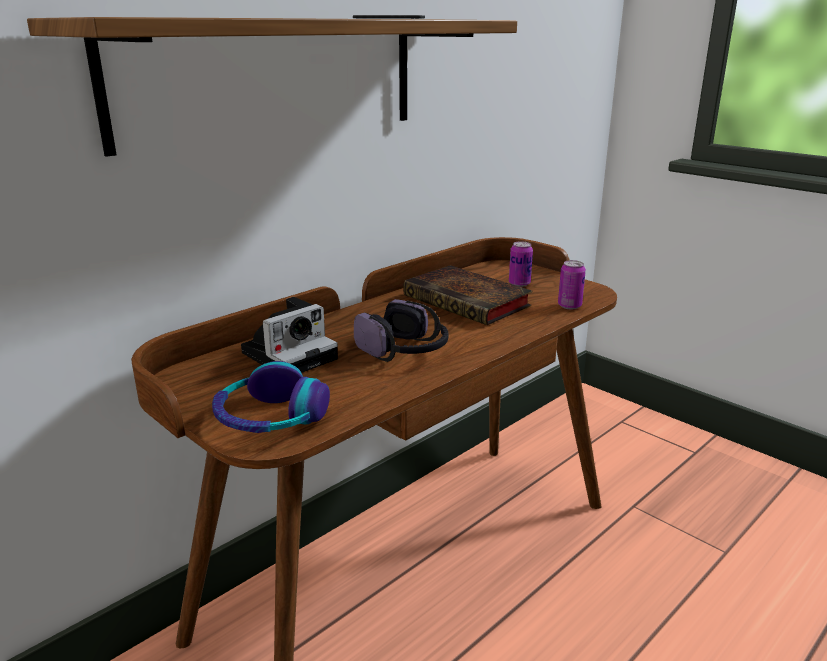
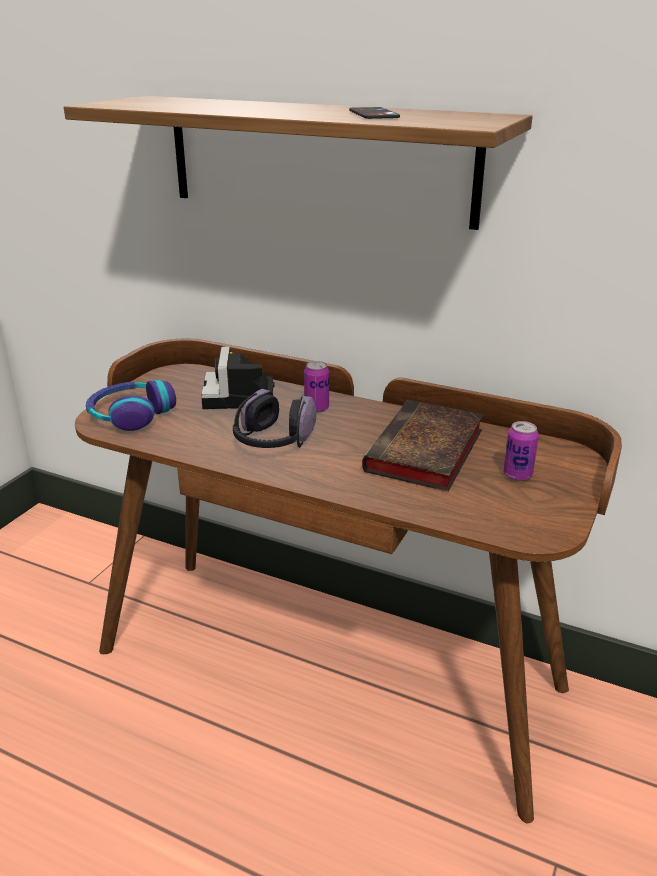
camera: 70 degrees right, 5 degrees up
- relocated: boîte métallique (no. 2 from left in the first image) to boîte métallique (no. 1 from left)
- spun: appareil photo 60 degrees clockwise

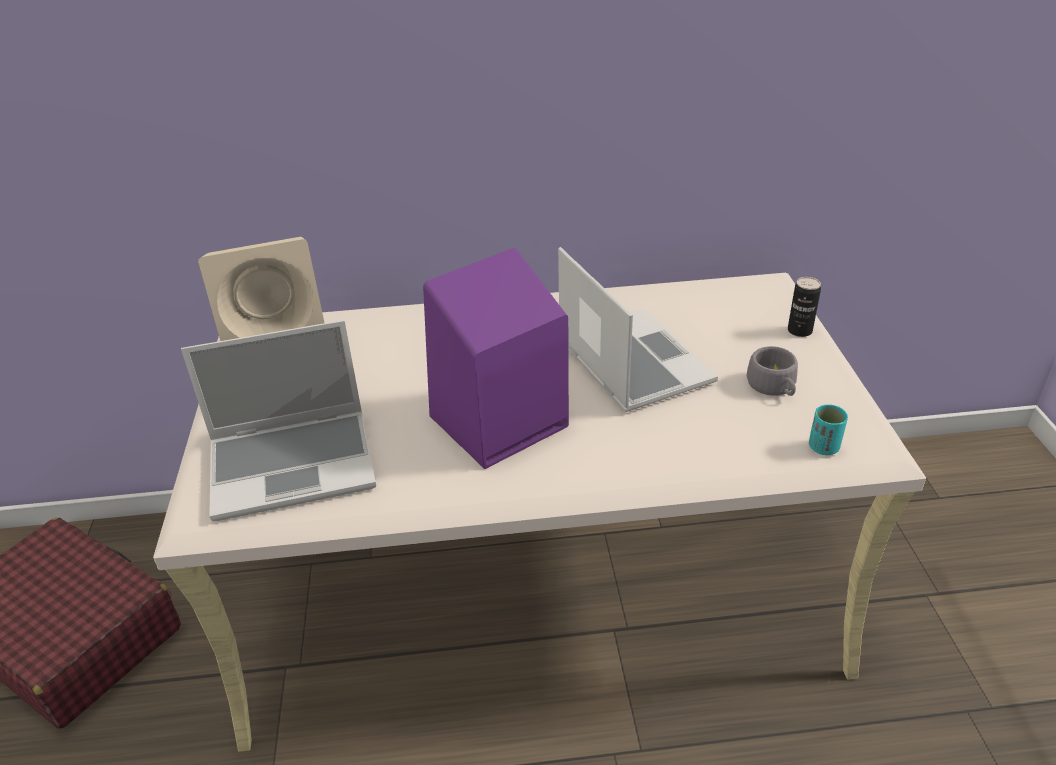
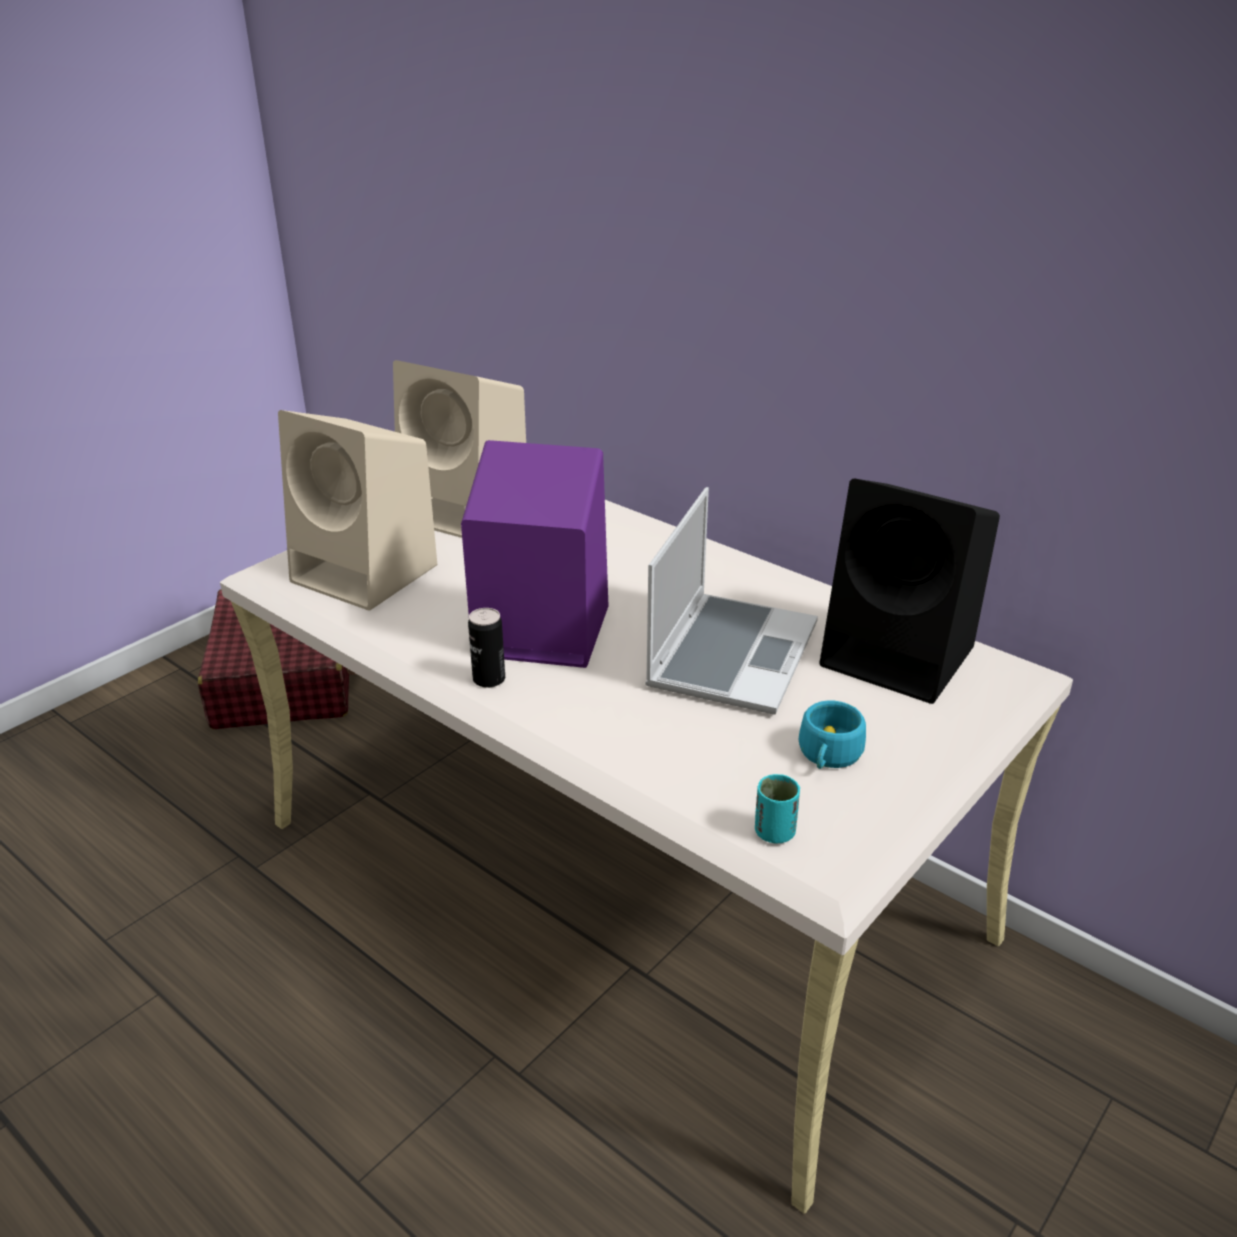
camera: 45 degrees right, 5 degrees down
- appeared: enceinte [noir]
- relocated: boîte métallique
- exchanged: ordinateur portable (no. 1 from left) to enceinte [beige] (no. 1 from left)
- colour: tasse [gris] to tasse [turquoise] (no. 2 from left)

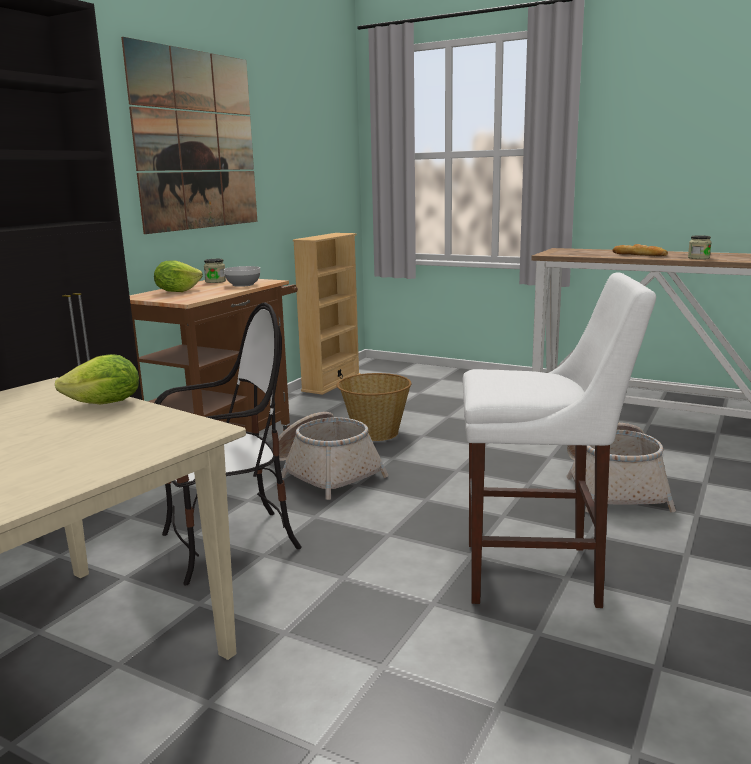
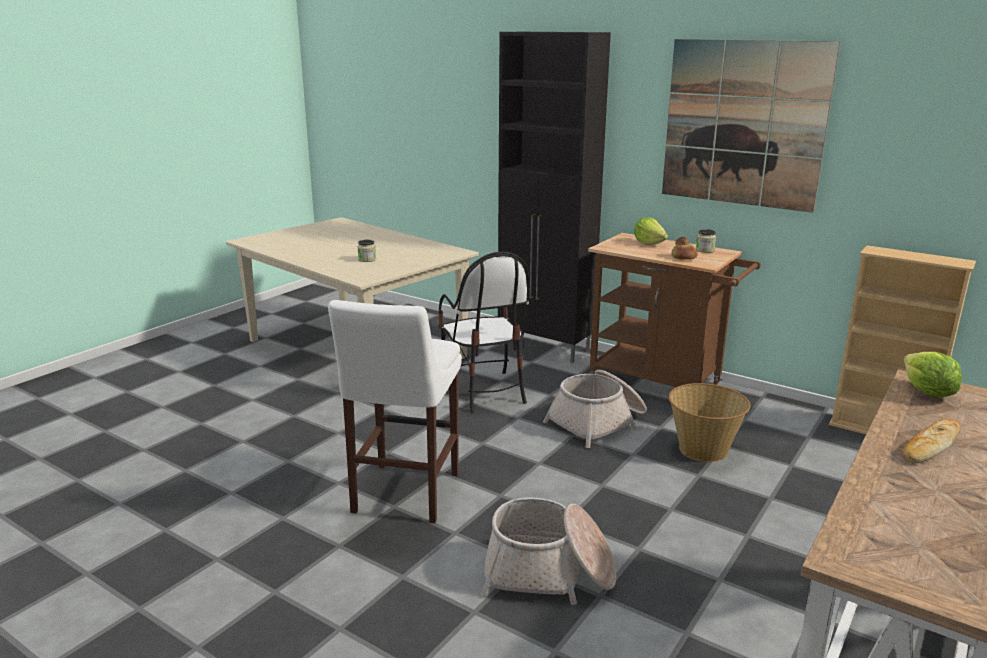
camera: 95 degrees right, 5 degrees up
- relocated: laitue (no. 1 from left in the first image) to laitue (no. 2 from left)
- relocated: bocal (no. 2 from left in the first image) to bocal (no. 1 from left)
- exchanged: bol to pain (no. 1 from left)

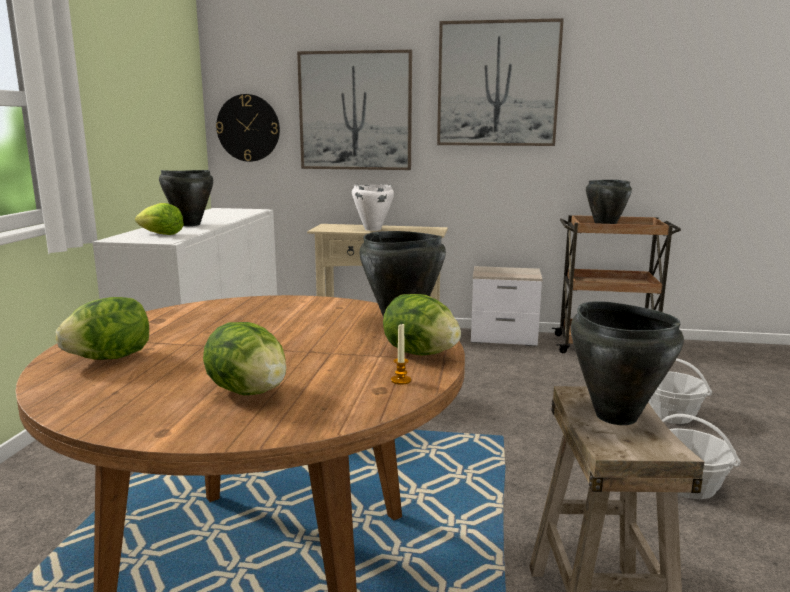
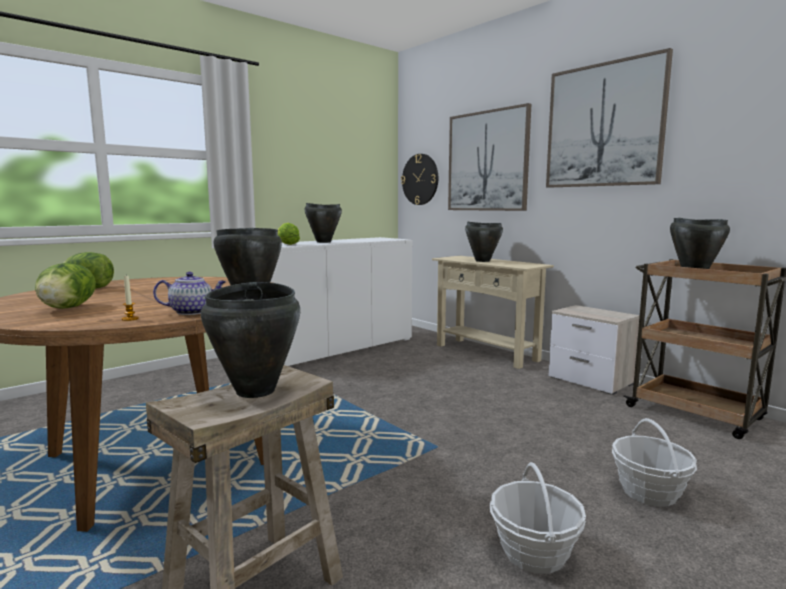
camera: 40 degrees right, 5 degrees down
- exchanged: laitue (no. 4 from left) to théière
- colour: marmite [blanc] to marmite [noir] (no. 4 from left)

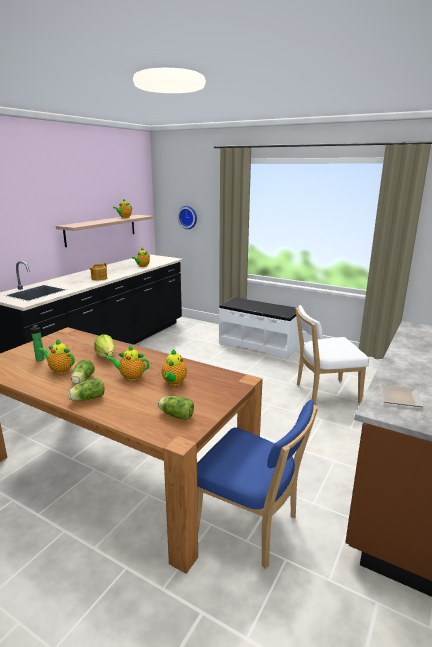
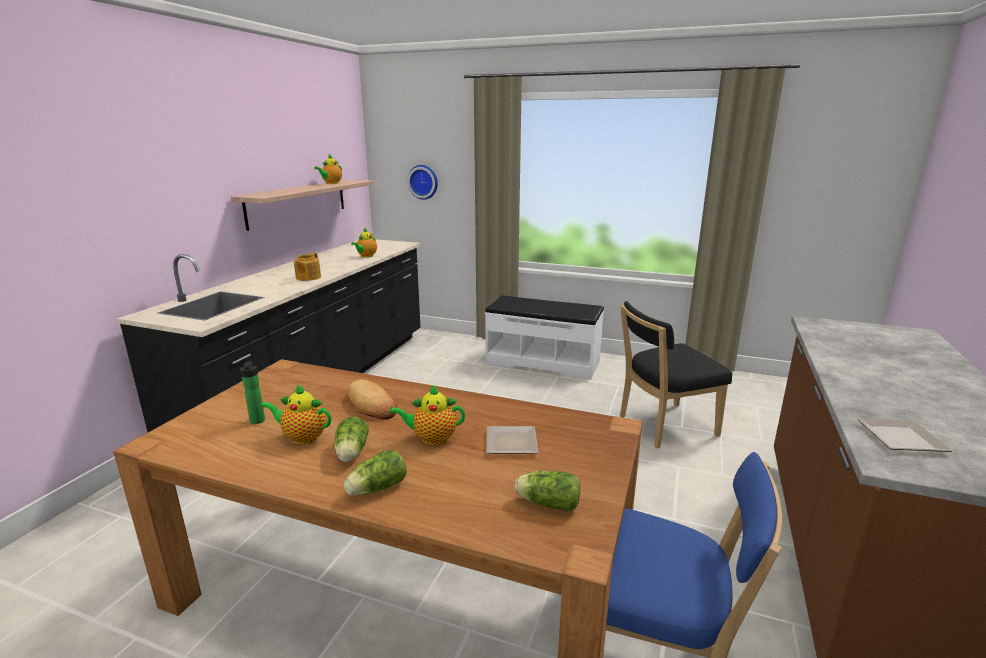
camera: 10 degrees left, 0 degrees up
- exchanged: laitue (no. 3 from left) to pain
- exchanged: théière (no. 6 from left) to assiette (no. 1 from left)
- colour: chaise [blanc] to chaise [noir]

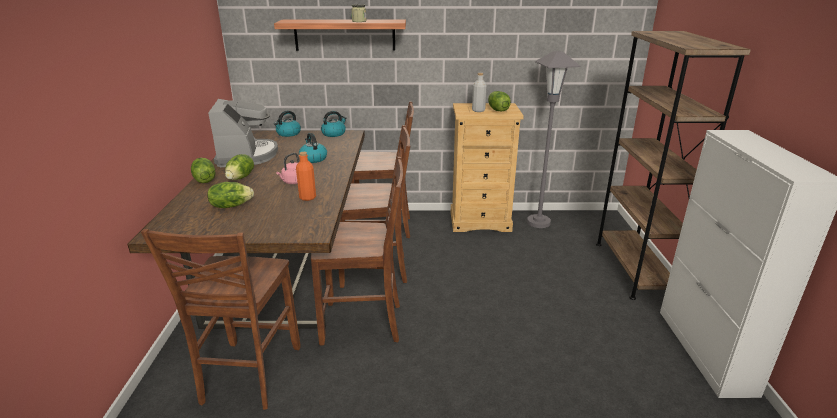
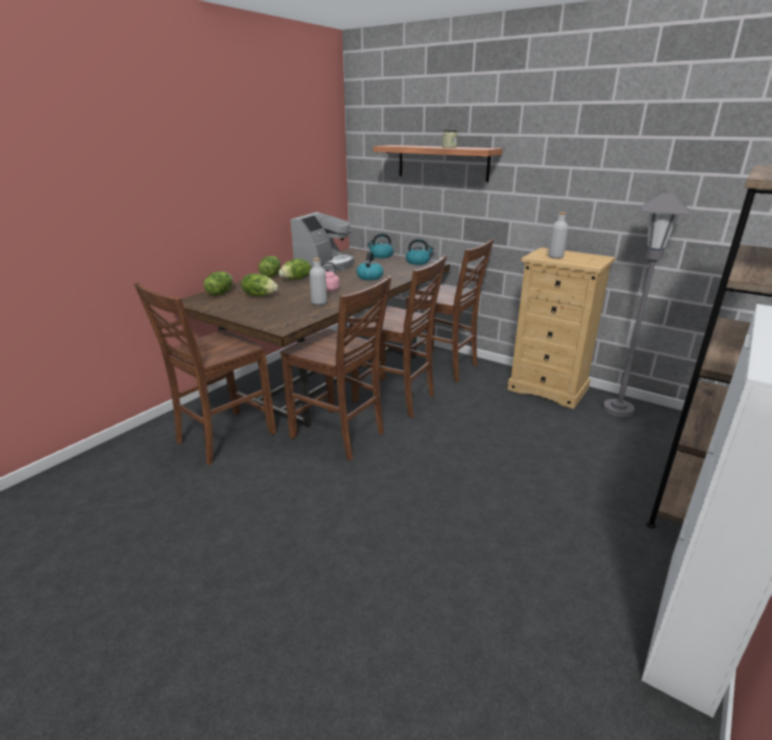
camera: 35 degrees right, 0 degrees up
- relocated: laitue (no. 4 from left in the first image) to laitue (no. 1 from left)
- colour: bouteille [orange] to bouteille [gris] (no. 1 from left)

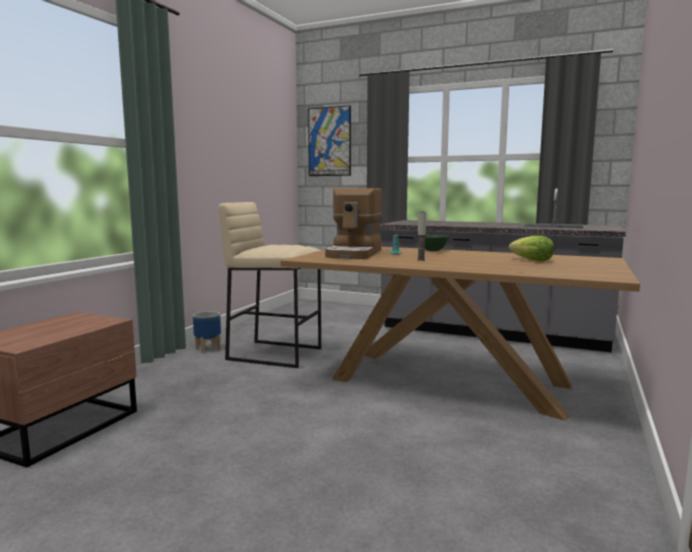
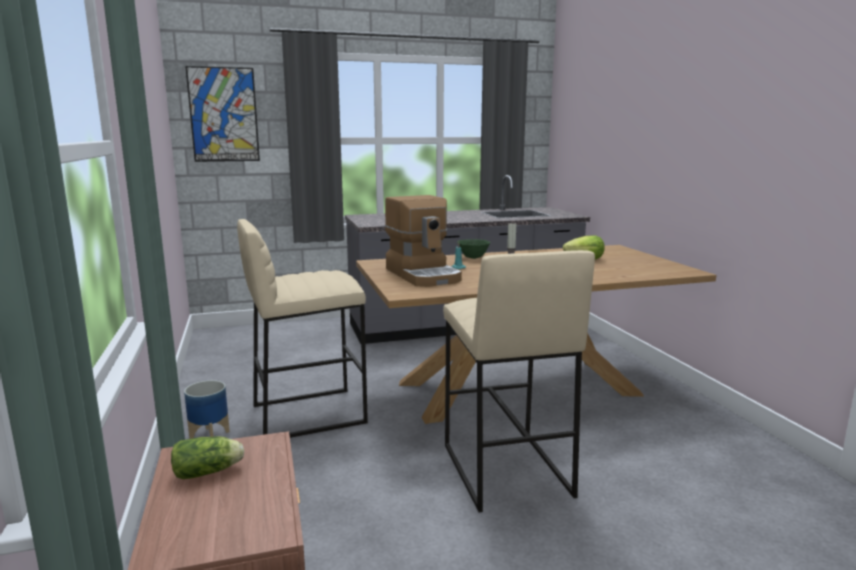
camera: 40 degrees left, 5 degrees up
- appeared: laitue (no. 1 from left)
- appeared: tabouret [beige] (no. 2 from left)

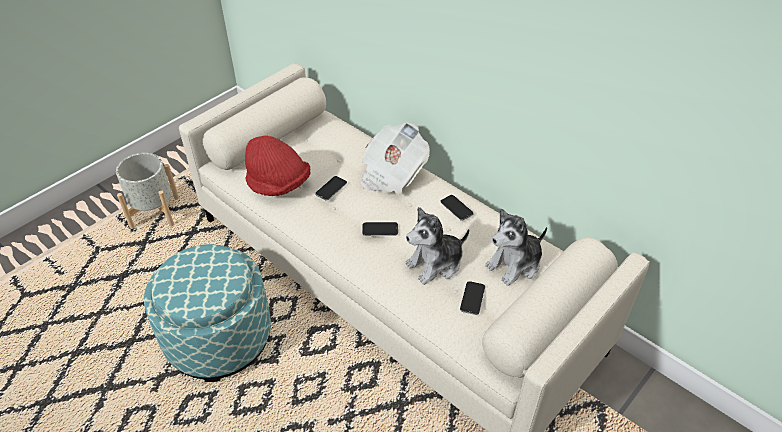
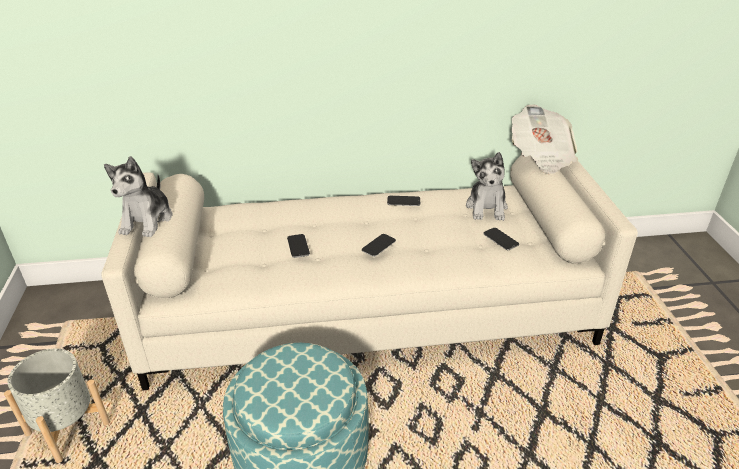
camera: 50 degrees left, 10 degrees down
- missing: chapeau [rouge]
- relocated: journal
- relocated: peluche (no. 1 from left)

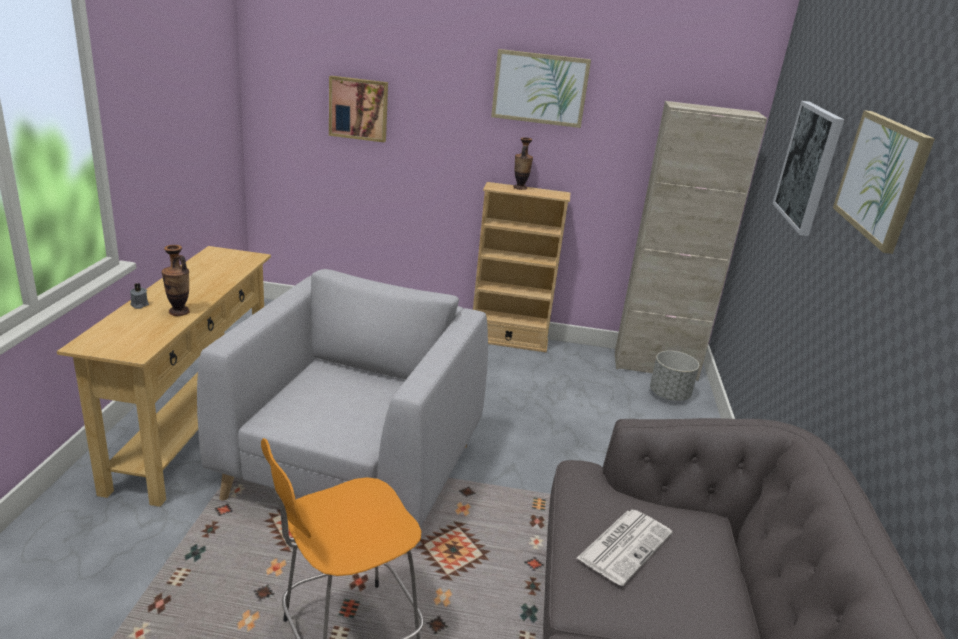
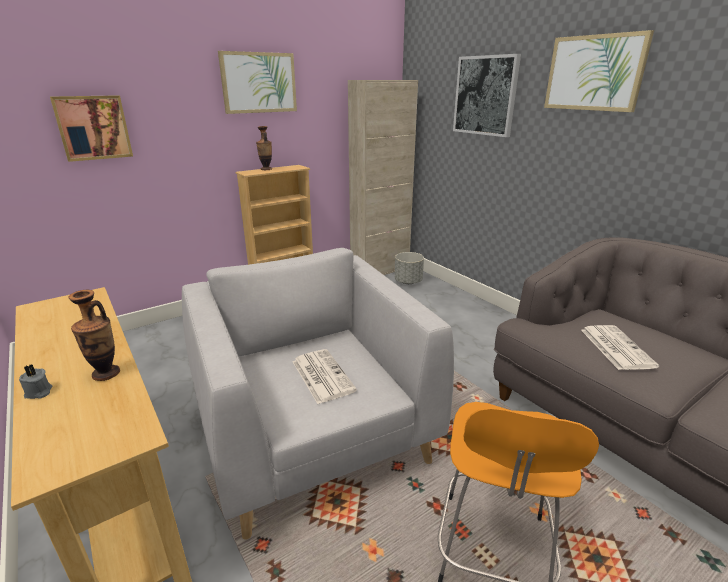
camera: 40 degrees left, 0 degrees up
- appeared: journal (no. 1 from left)

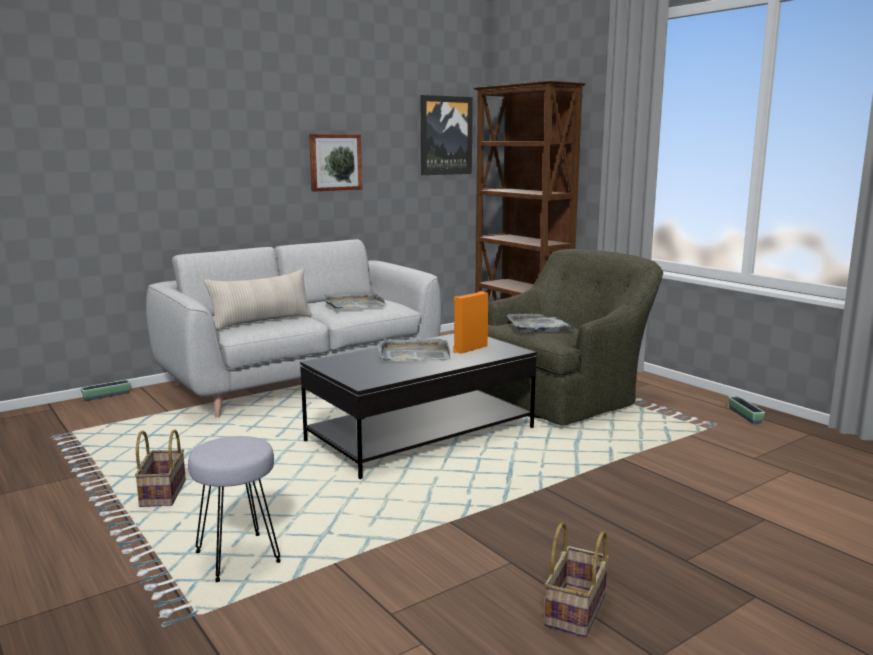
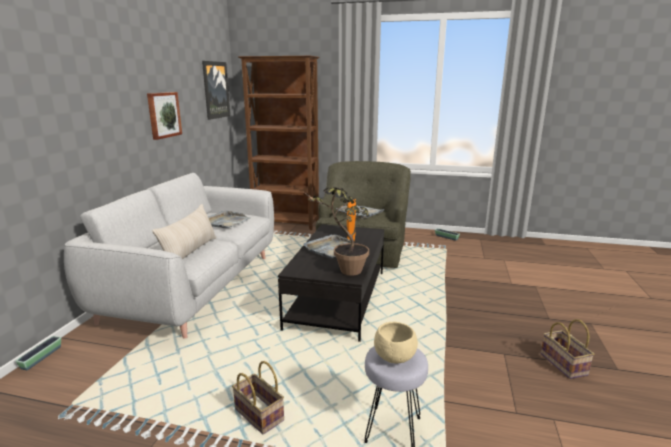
camera: 40 degrees left, 5 degrees up
- appeared: plante en pot
- appeared: bol [beige]

